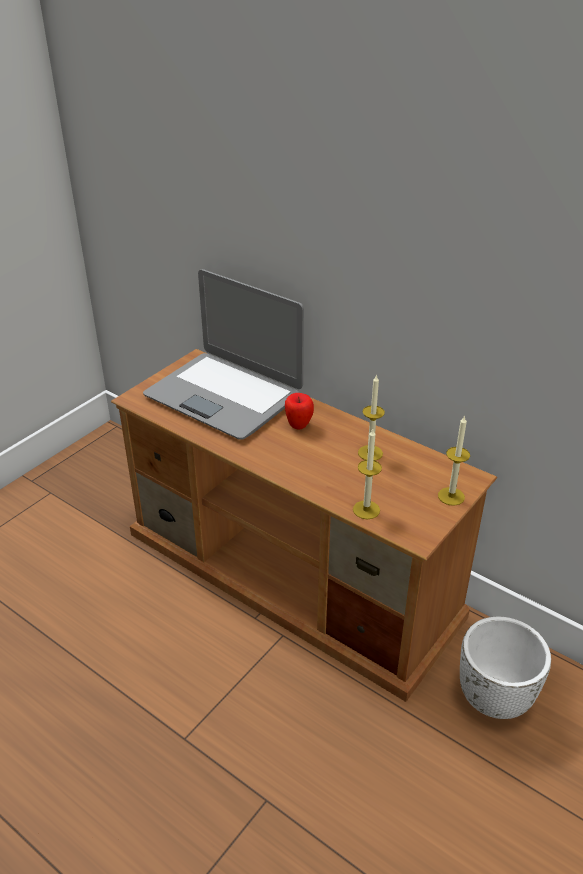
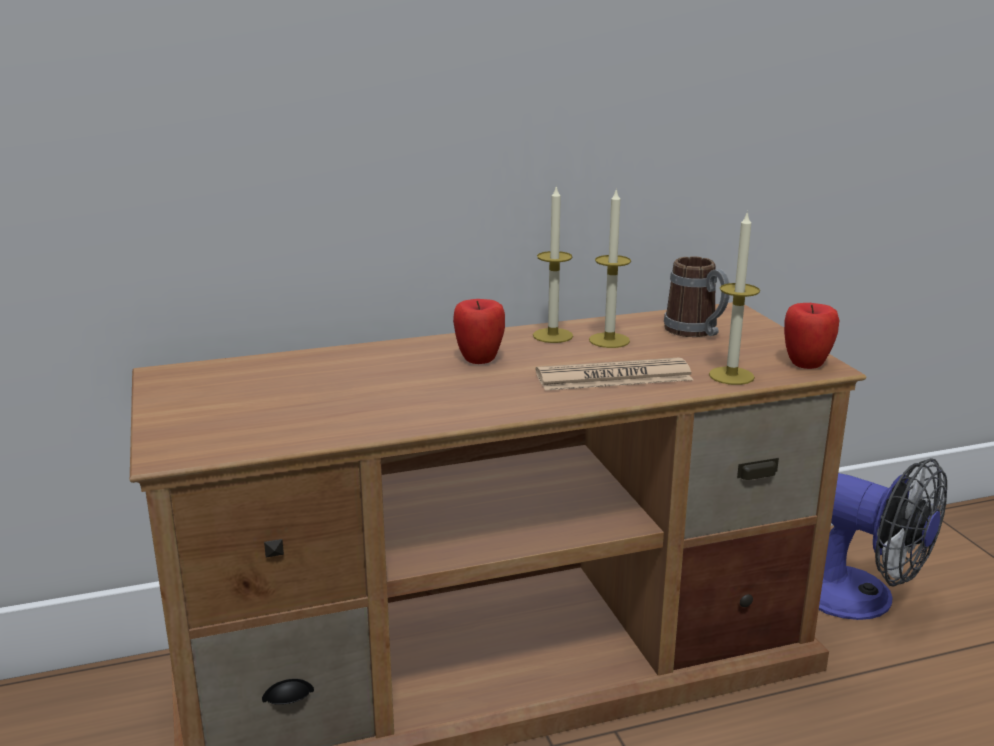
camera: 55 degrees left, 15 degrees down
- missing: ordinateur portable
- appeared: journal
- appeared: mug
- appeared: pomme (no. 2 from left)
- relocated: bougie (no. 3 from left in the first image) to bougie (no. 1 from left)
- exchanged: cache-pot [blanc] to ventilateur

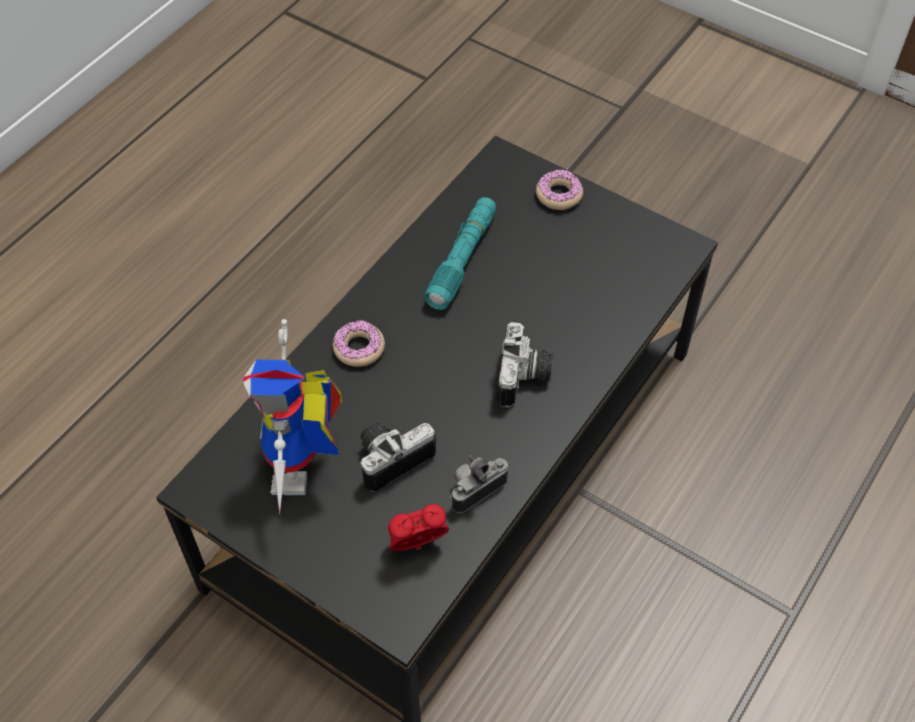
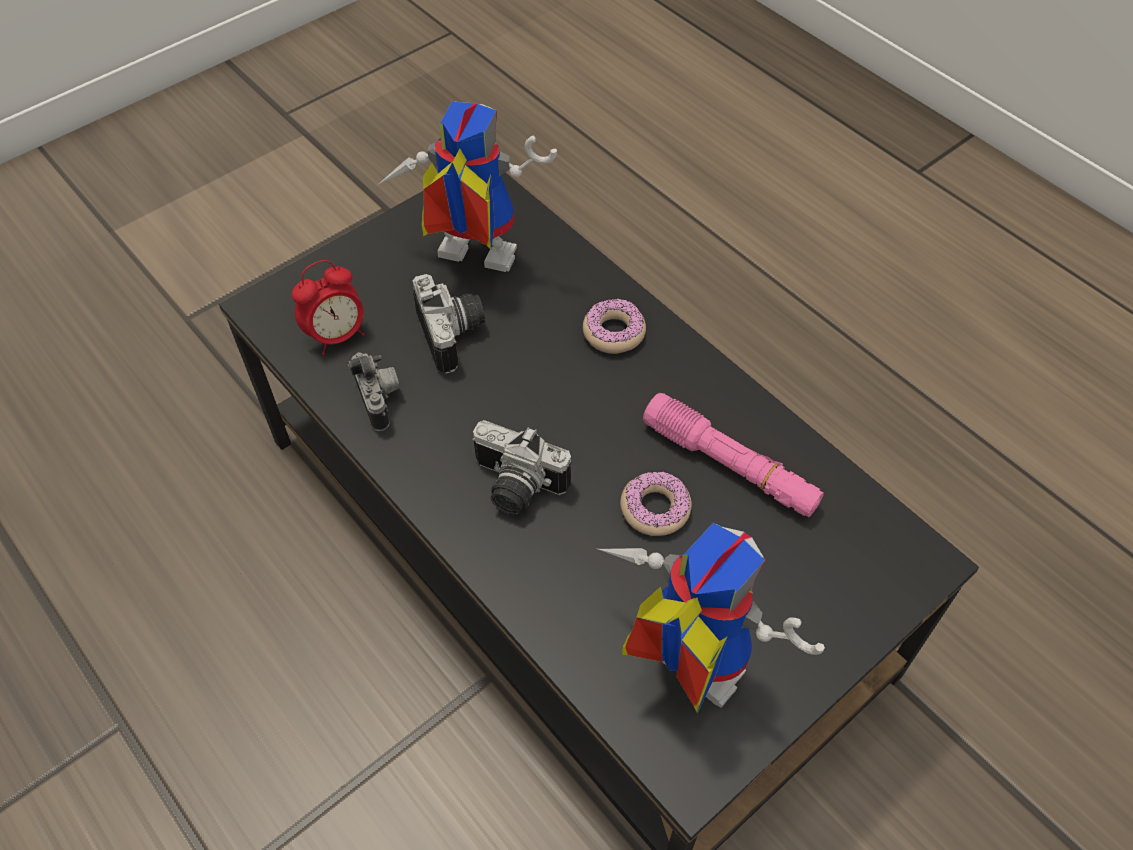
camera: 105 degrees right, 0 degrees up
- appeared: robot jouet (no. 2 from left)
- relocated: beignet (no. 2 from left)
- colour: lampe de poche [turquoise] to lampe de poche [rose]
- spun: réveil 60 degrees clockwise

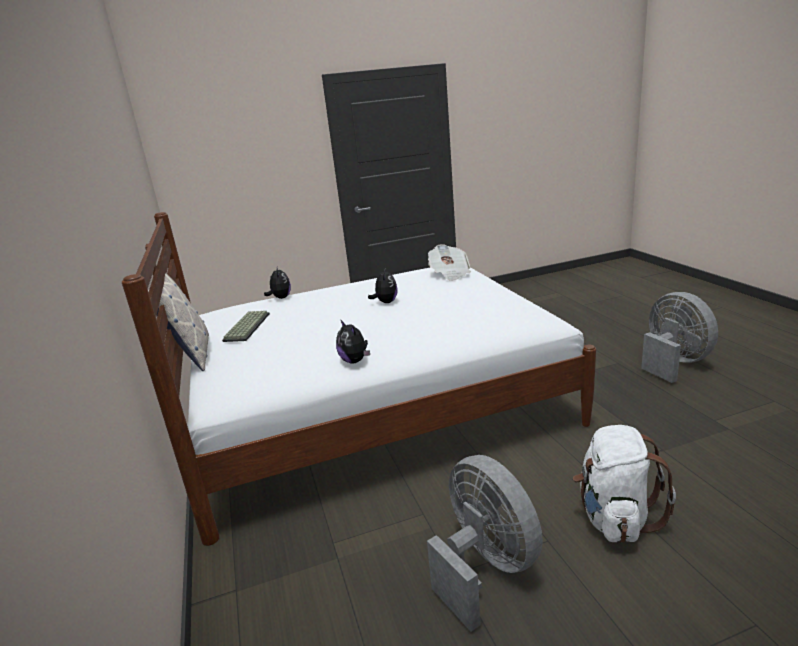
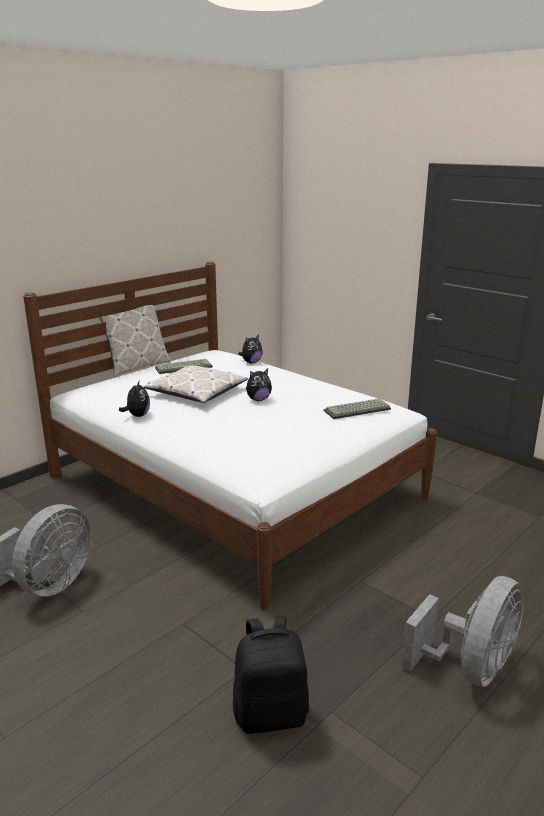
camera: 60 degrees right, 0 degrees up
- missing: sac à dos [blanc]
- appeared: coussin (no. 2 from left)
- appeared: sac à dos [noir]
- exchanged: journal to clavier (no. 2 from left)
- spun: peluche (no. 2 from left in the first image) 150 degrees clockwise

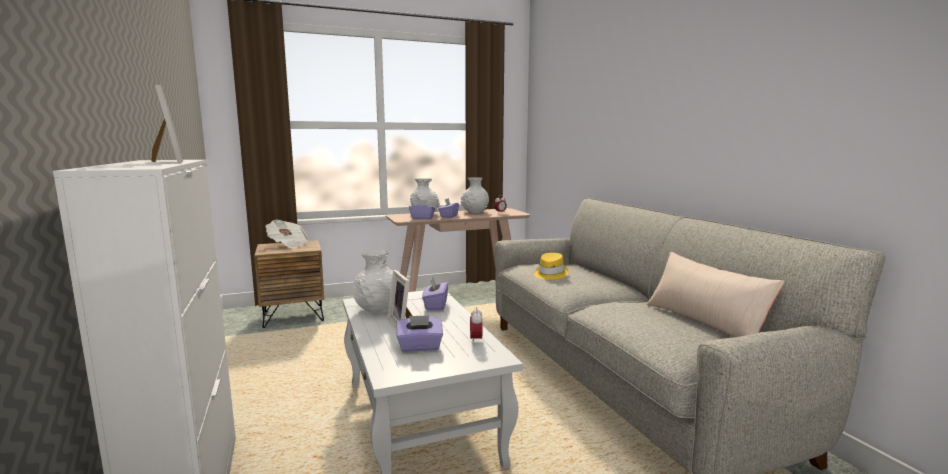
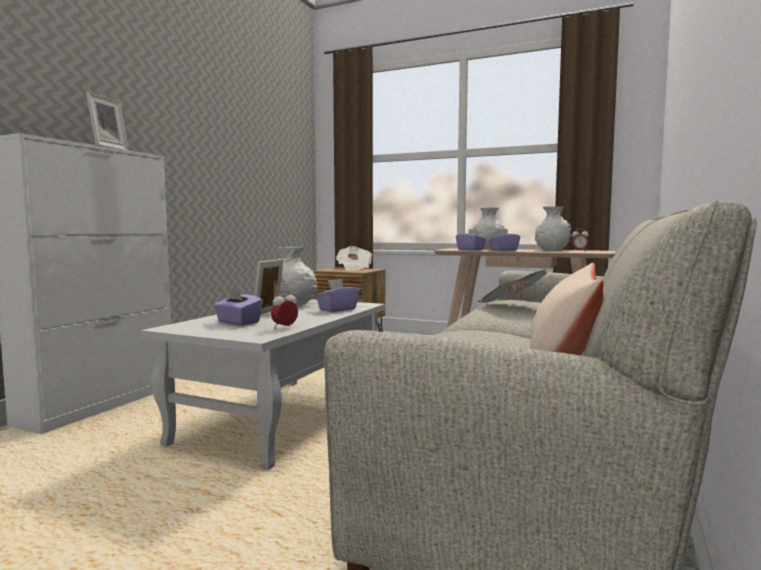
camera: 45 degrees right, 5 degrees down
- exchanged: chapeau [jaune] to journal (no. 2 from left)

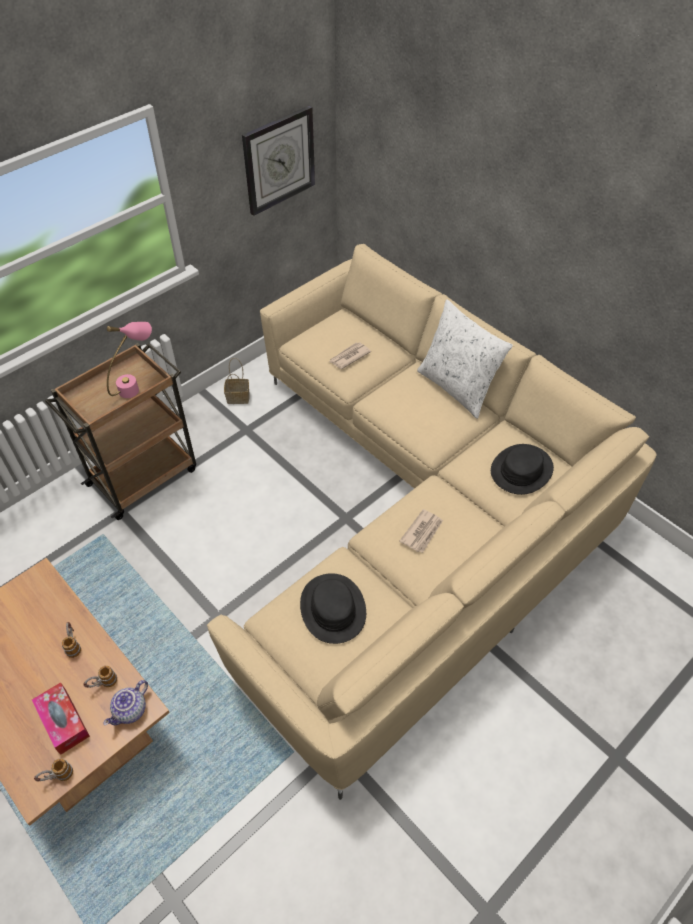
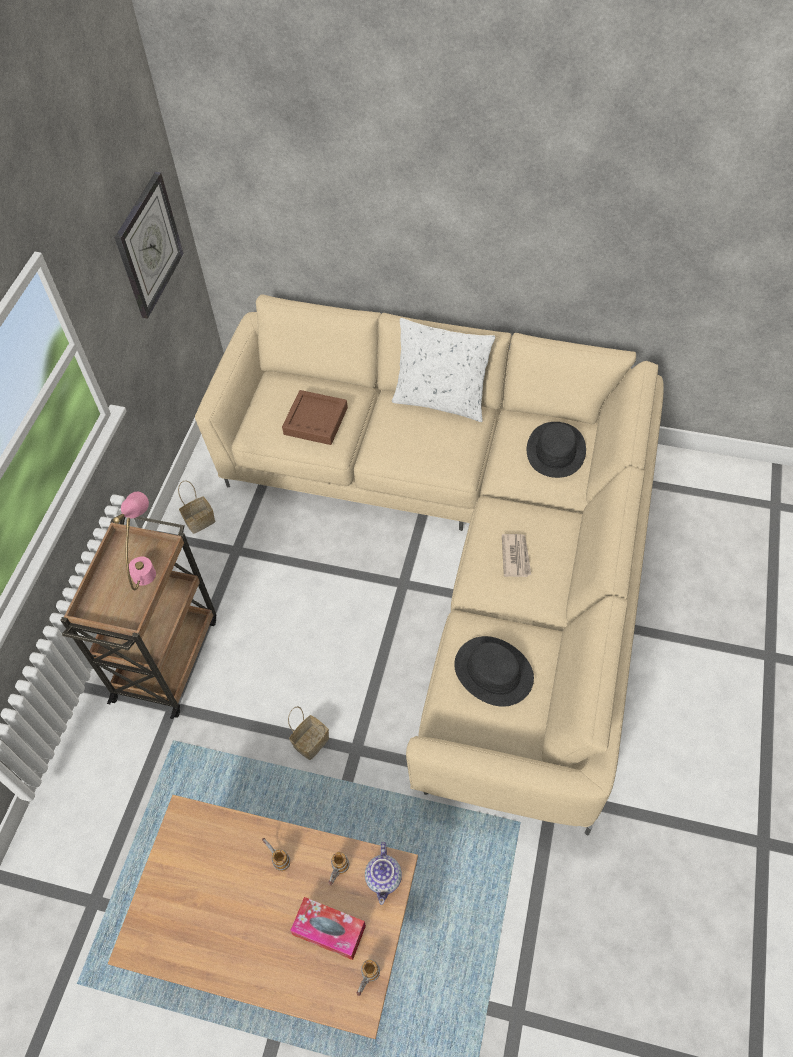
camera: 30 degrees left, 5 degrees up
- appeared: panier (no. 2 from left)
- exchanged: journal (no. 1 from left) to plateau [marron]

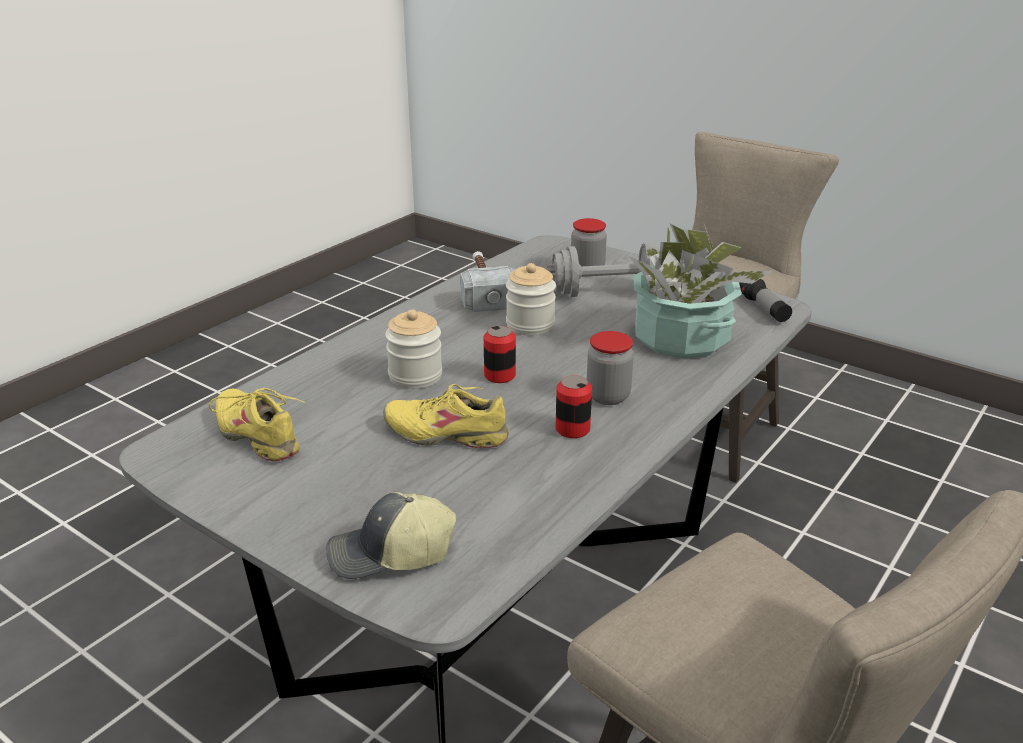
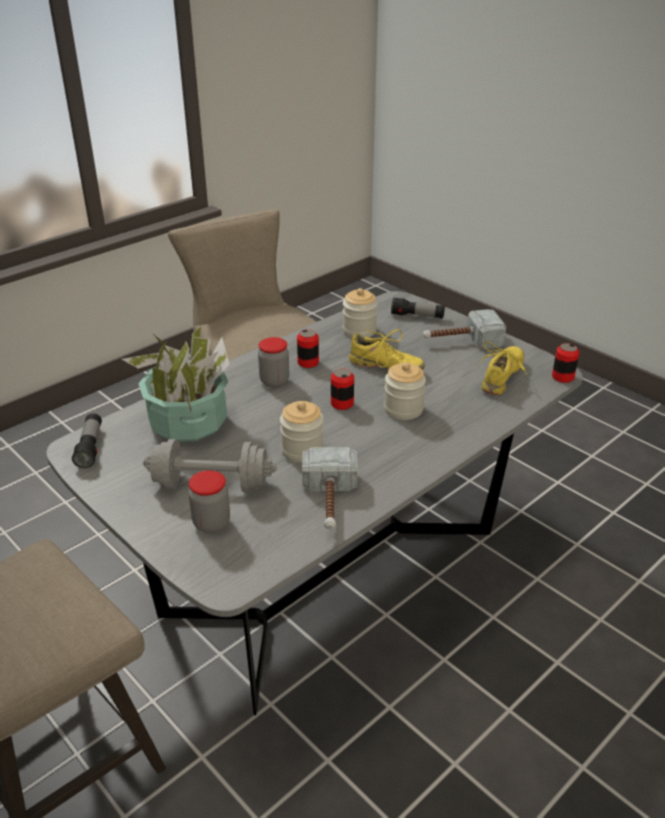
camera: 170 degrees left, 5 degrees up
- appeared: bocal (no. 4 from left)
- appeared: marteau (no. 2 from left)
- appeared: boîte métallique (no. 3 from left)
- exchanged: casquette to lampe de poche (no. 2 from left)
- spun: chaussure [jaune] (no. 1 from left in the first image) 120 degrees counterclockwise

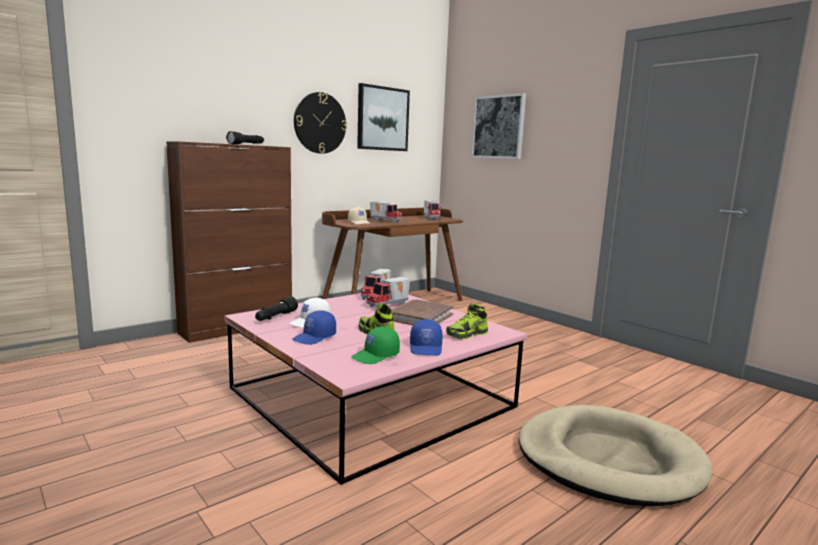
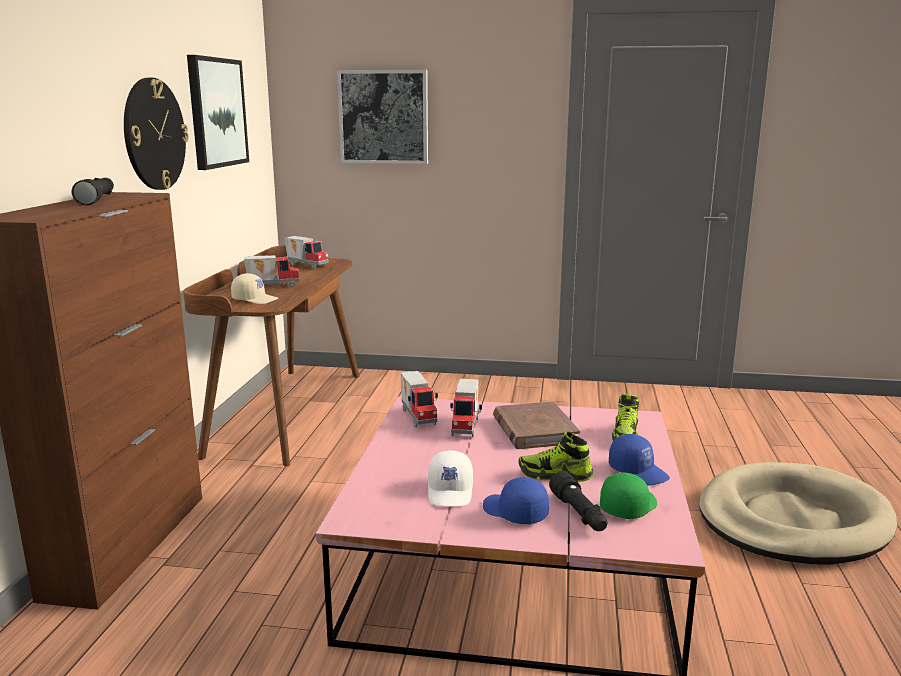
camera: 40 degrees left, 5 degrees up
- relocated: lampe de poche [noir] (no. 2 from left)
- spun: casquette [bleu] (no. 1 from left) 135 degrees clockwise
- spun: casquette [vert] 150 degrees counterclockwise

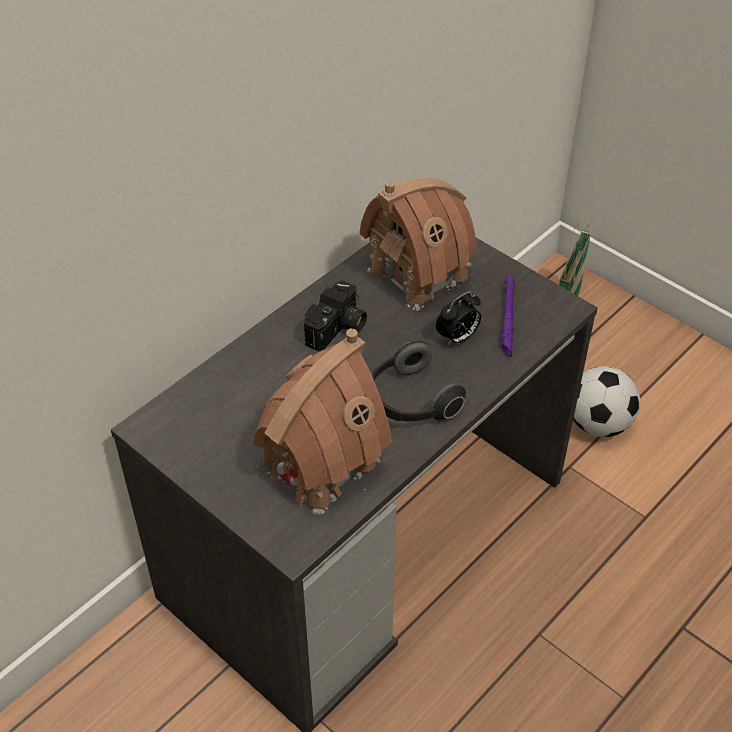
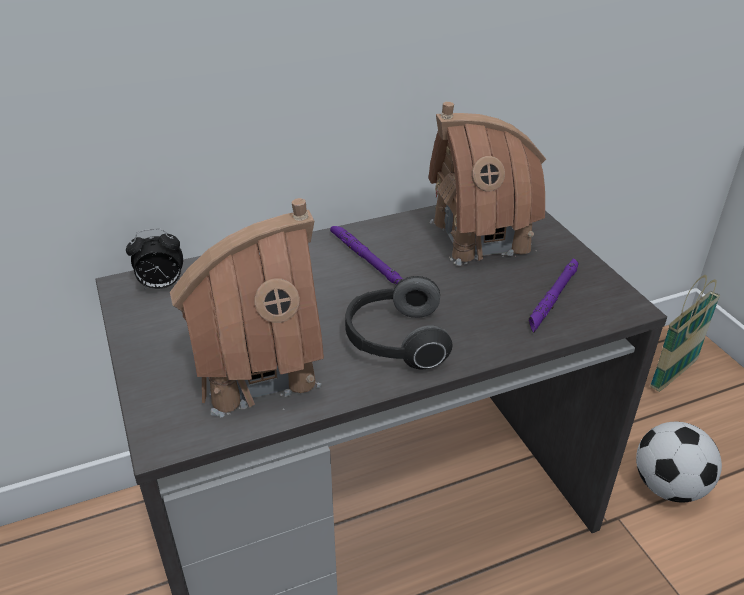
camera: 25 degrees right, 10 degrees down
- relocated: réveil
- exchanged: appareil photo to lampe de poche [violet] (no. 1 from left)

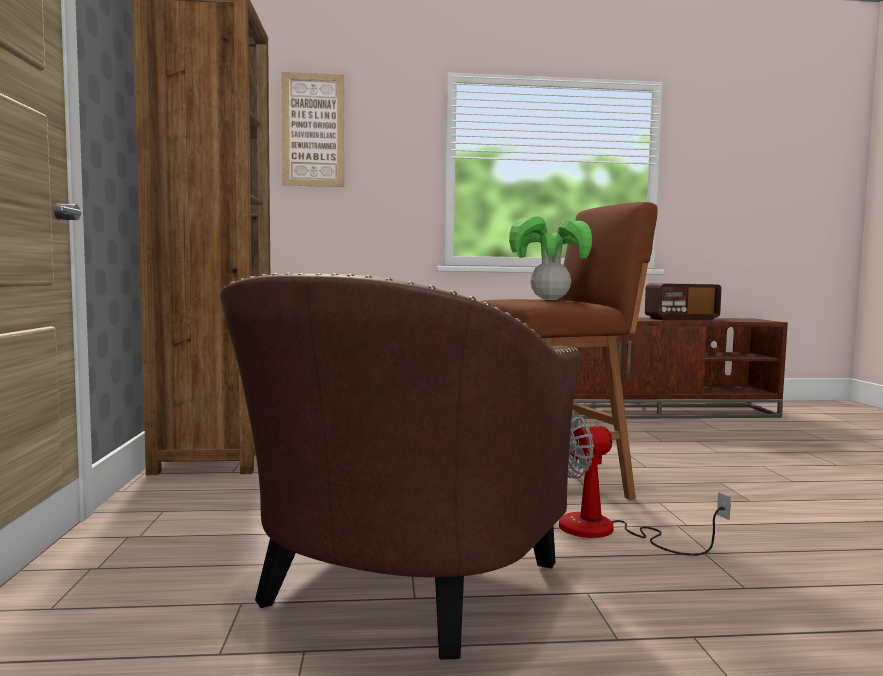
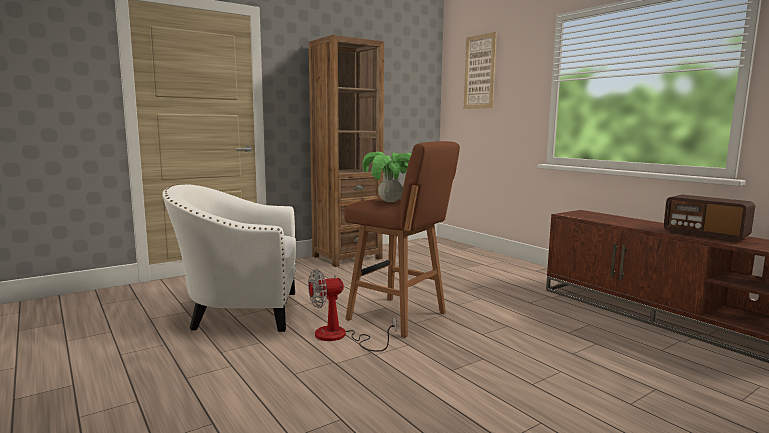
camera: 60 degrees right, 5 degrees up
- colour: fauteuil [marron] to fauteuil [blanc]
- spun: ventilateur 60 degrees counterclockwise

